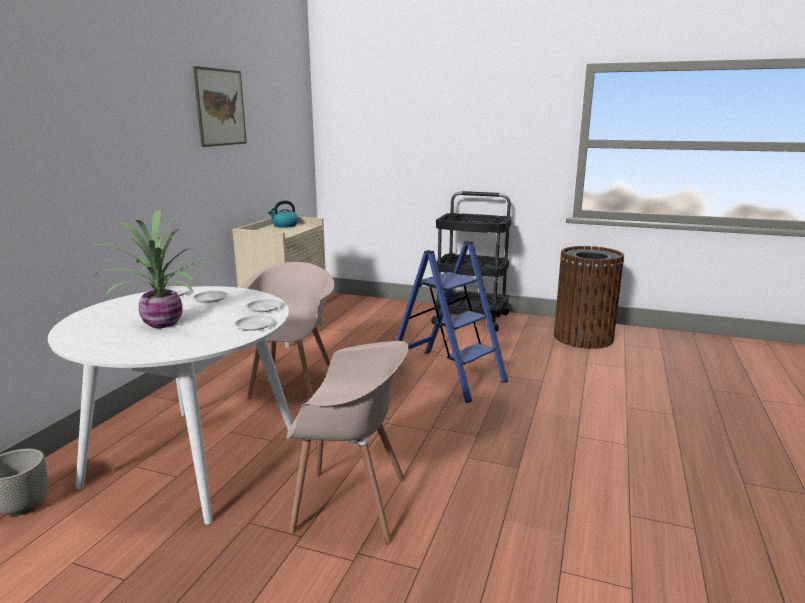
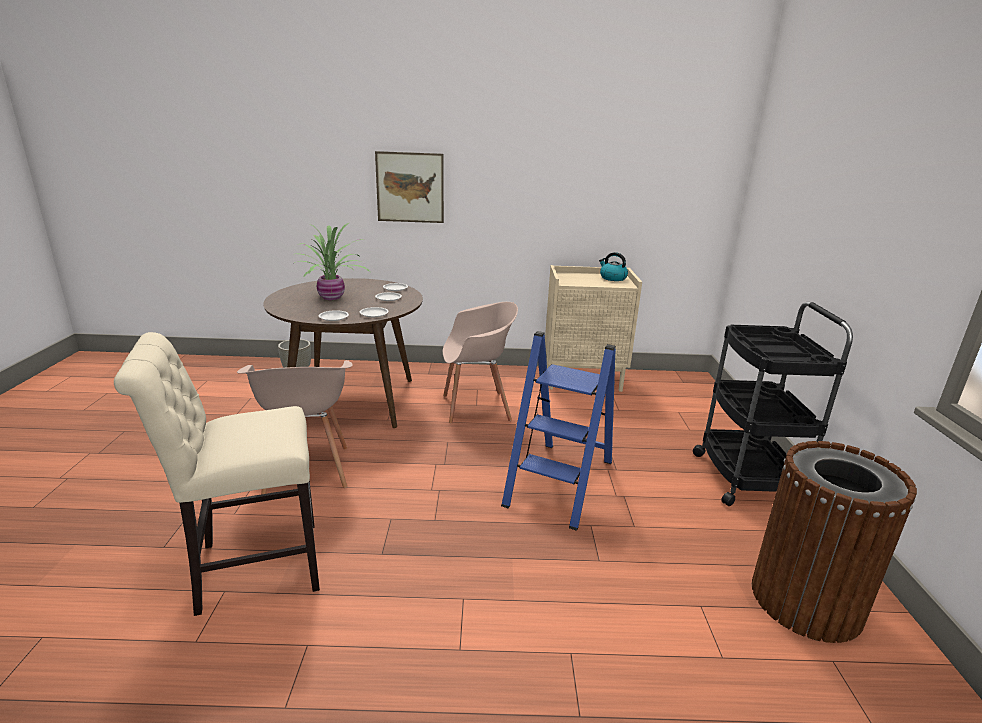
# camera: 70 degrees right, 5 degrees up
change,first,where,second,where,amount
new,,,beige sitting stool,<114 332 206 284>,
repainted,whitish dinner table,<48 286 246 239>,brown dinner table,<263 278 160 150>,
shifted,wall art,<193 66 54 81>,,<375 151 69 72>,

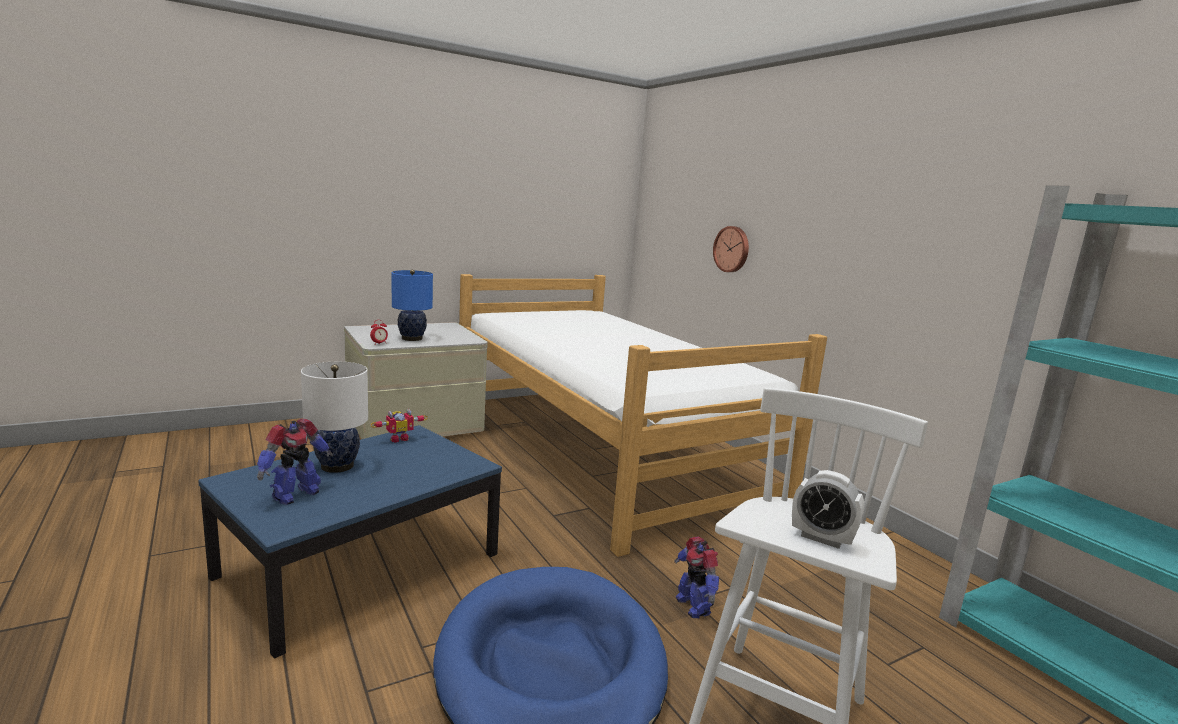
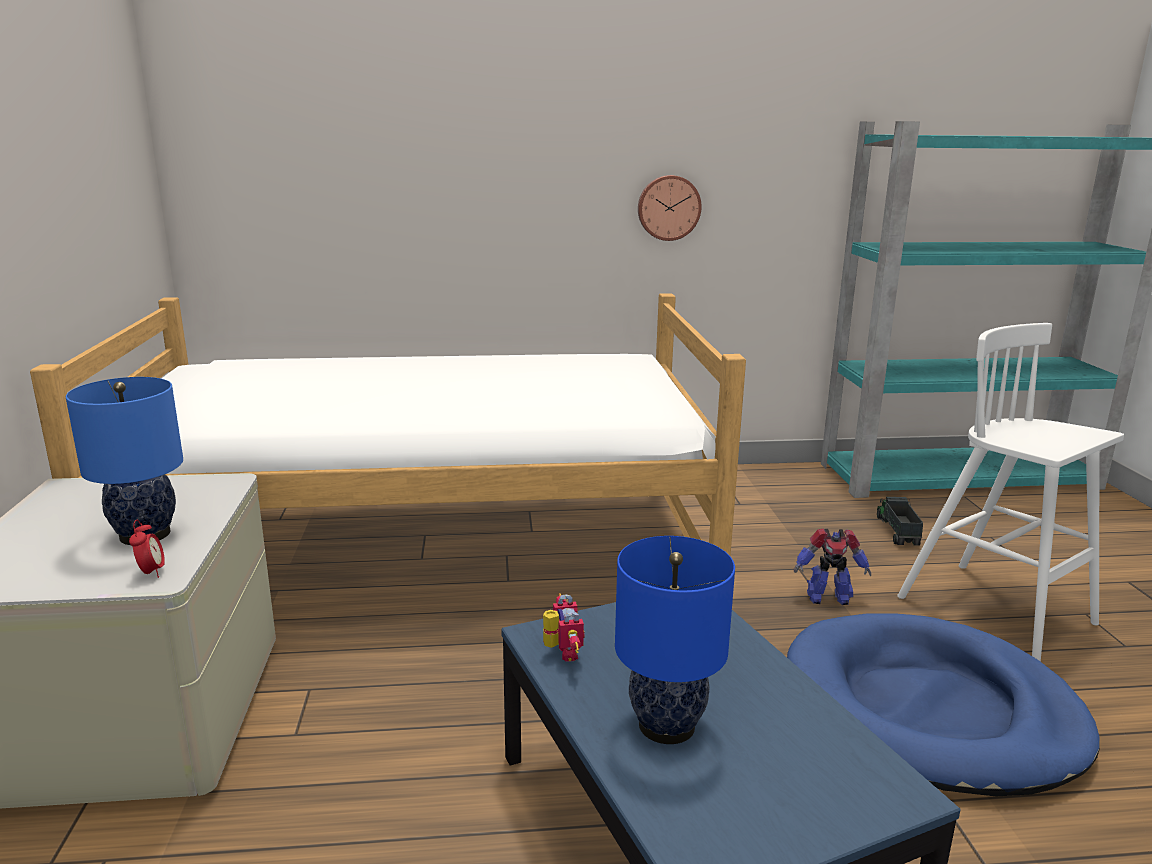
# camera: 65 degrees left, 5 degrees up
change,first,where,second,where,amount
repainted,whitish lamp for a table,<301 362 67 111>,blue lamp for a table,<615 536 120 208>,
shifted,clock on the wall,<713 226 36 46>,,<638 175 64 66>,
new,,,toy lorry,<877 497 46 49>,
gone,model robot,<257 419 76 86>,,,
gone,alarm clock,<792 470 72 79>,,,

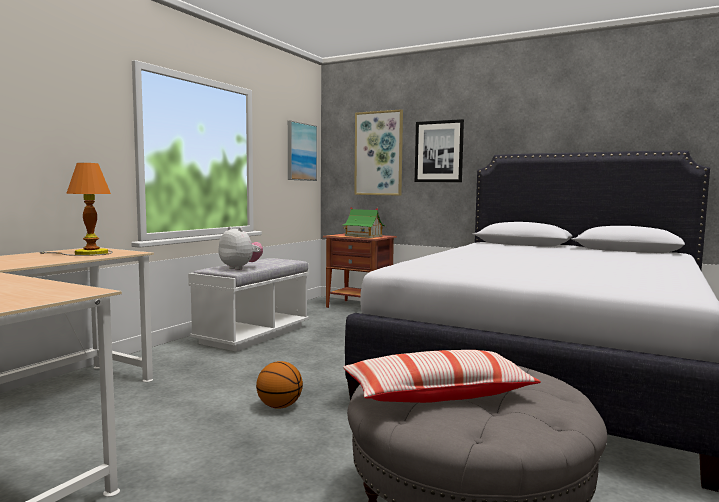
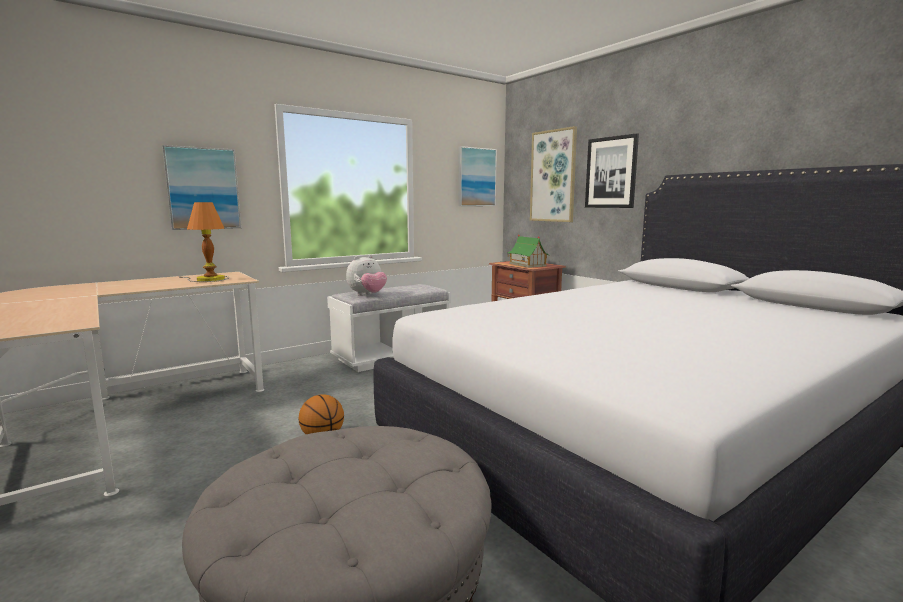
# camera: 25 degrees right, 5 degrees up
change,first,where,second,where,amount
new,,,wall art,<162 145 79 85>,
rotated,plush toy,<219 227 44 43>,,<346 255 41 41>,75 degrees clockwise
gone,throw pillow,<343 350 198 53>,,,

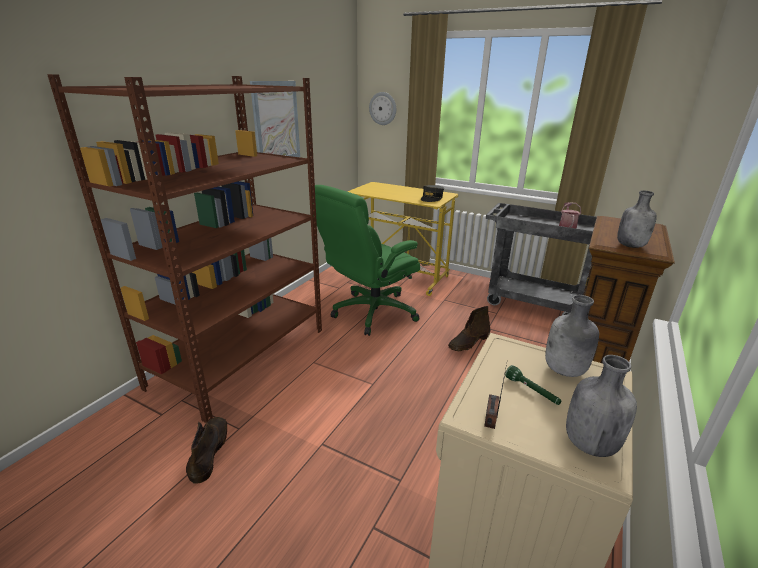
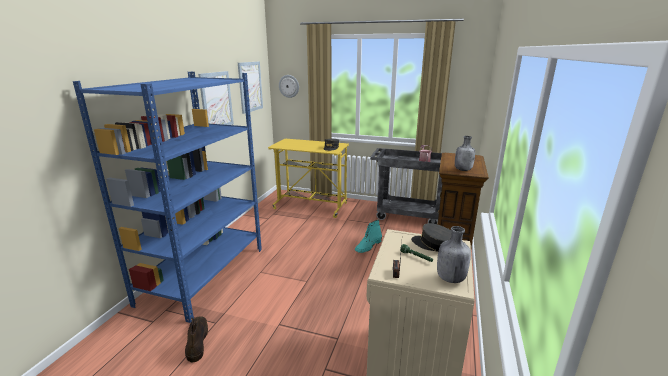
# camera: 10 degrees left, 5 degrees down
change,first,where,second,where,amount
repainted,brown bookcase,<47 74 275 349>,blue bookcase,<73 72 189 251>,
new,,,wall art,<238 62 25 52>,
repainted,brown tall boot,<448 306 42 45>,blue-green tall boot,<355 220 27 33>,
swapped,gray bottle,<545 295 54 82>,gray cap,<411 223 41 29>,
gone,greenish computer chair,<312 185 108 151>,,,

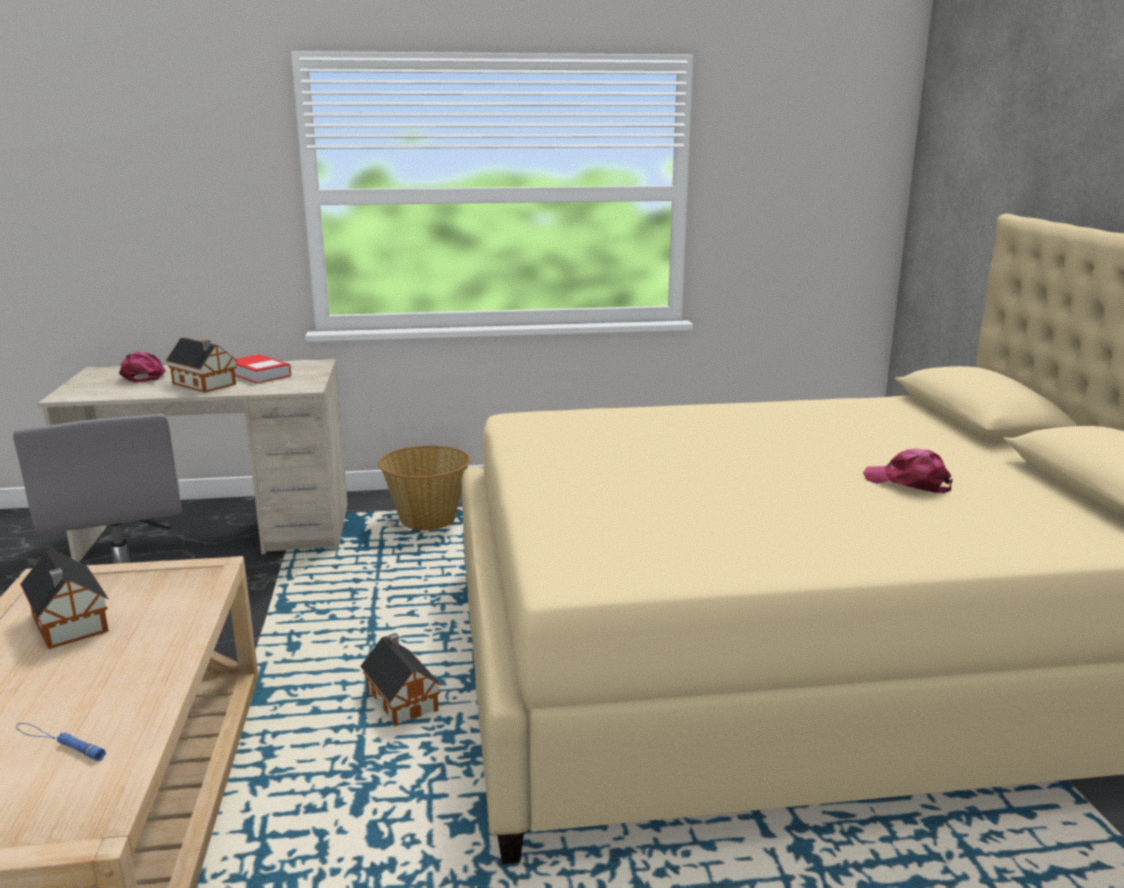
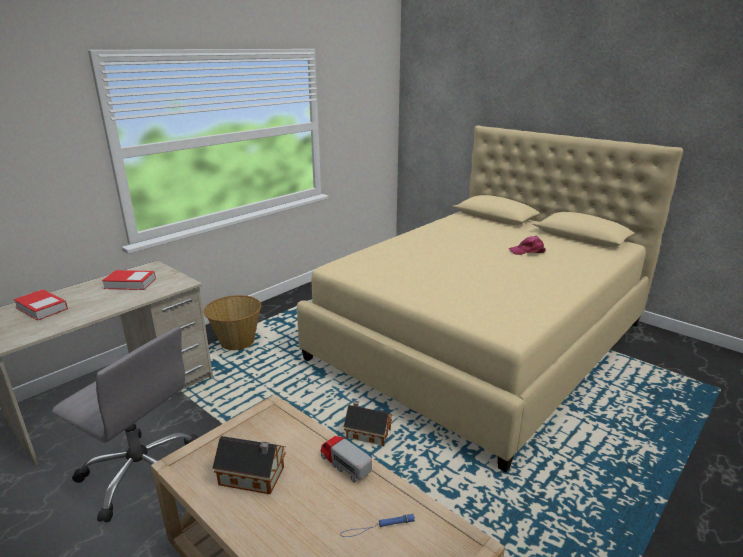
# camera: 40 degrees left, 5 degrees up
change,first,where,second,where,amount
swapped,pinkish cap,<119 351 47 32>,volume,<13 289 55 32>,
new,,,toy lorry,<321 436 51 47>,
gone,model house,<166 338 71 55>,,,

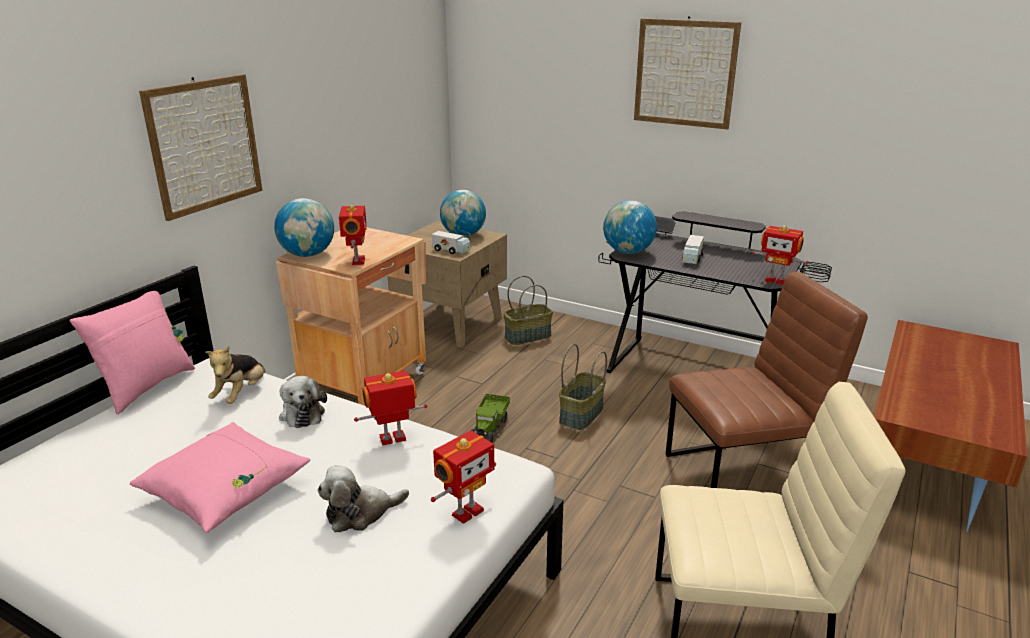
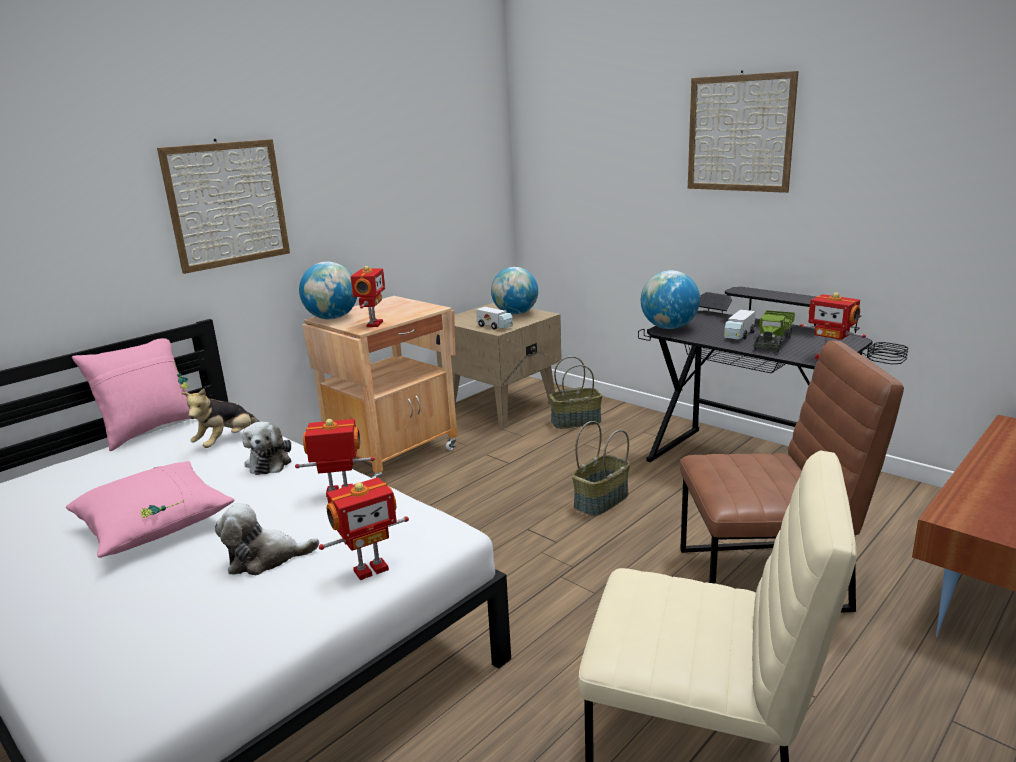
# camera: 15 degrees right, 5 degrees down
change,first,where,second,where,amount
shifted,toy lorry,<471 394 39 49>,,<753 310 42 42>,

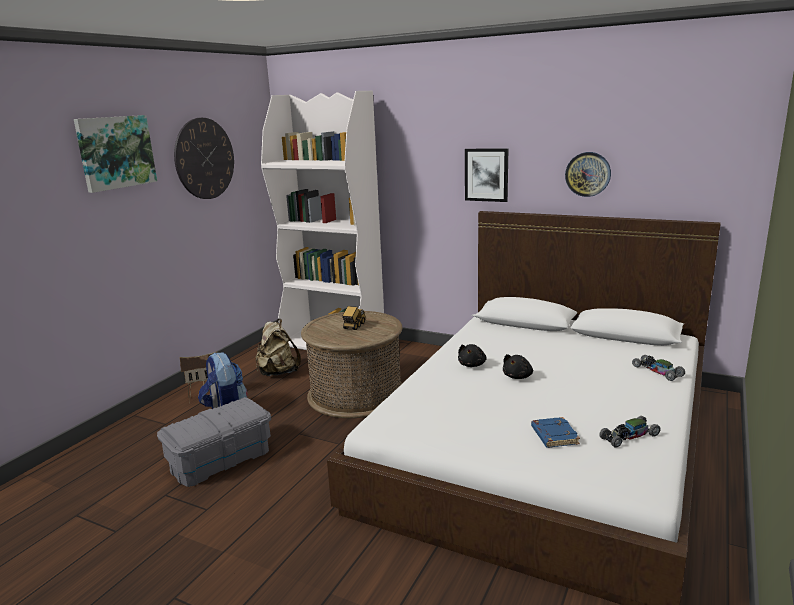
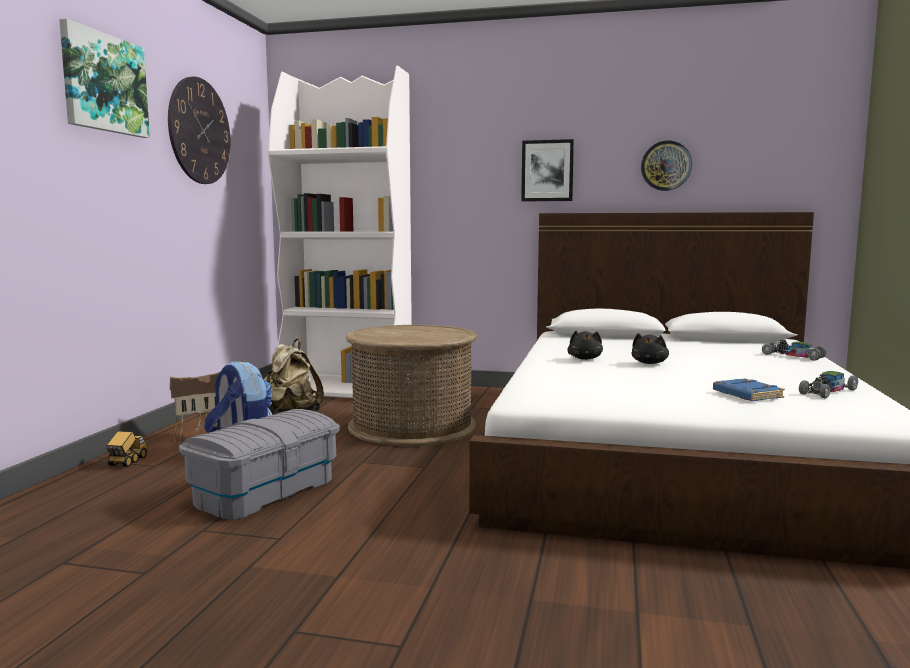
# camera: 15 degrees left, 10 degrees down
change,first,where,second,where,amount
shifted,toy lorry,<343 306 22 24>,,<106 431 42 36>,

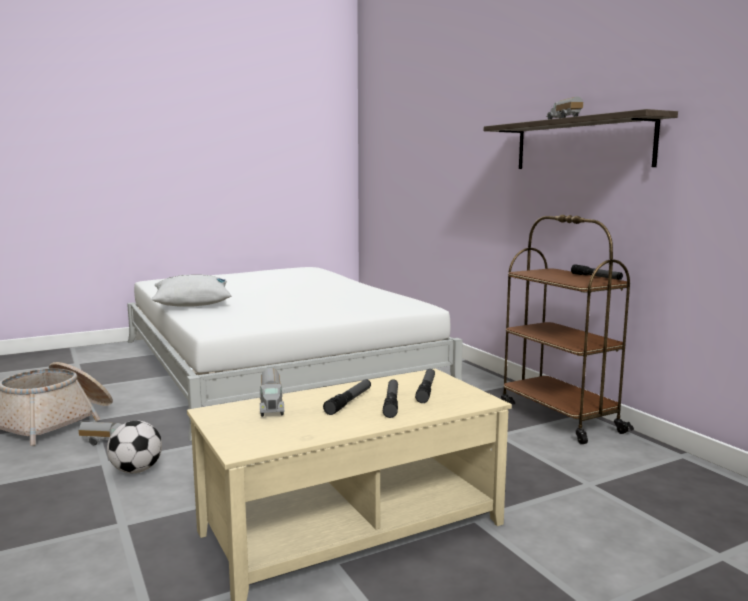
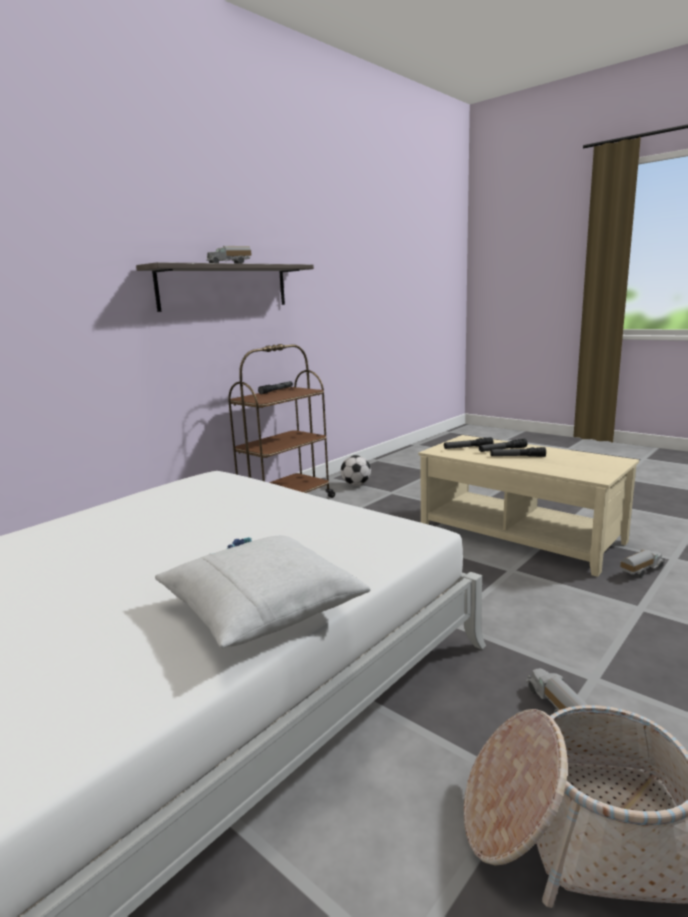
# camera: 110 degrees left, 5 degrees up
change,first,where,second,where,amount
shifted,ball for football,<107 421 55 52>,,<341 455 30 31>,
shifted,toy lorry,<260 368 25 49>,,<620 550 46 27>,

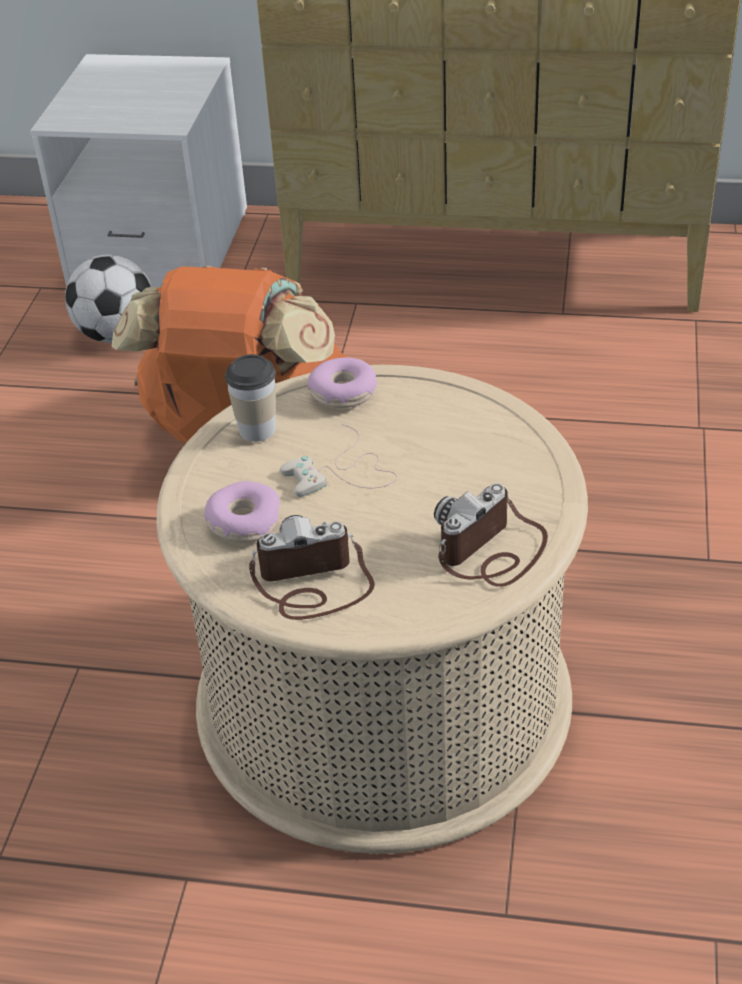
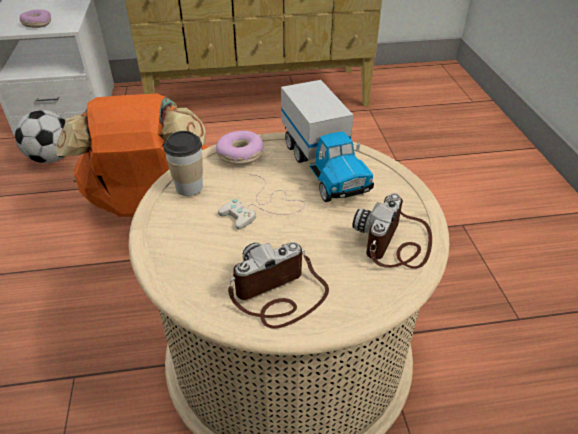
# camera: 20 degrees left, 0 degrees up
change,first,where,second,where,amount
shifted,ring doughnut,<204 481 76 62>,,<20 9 31 19>,
new,,,toy lorry,<281 80 93 122>,

